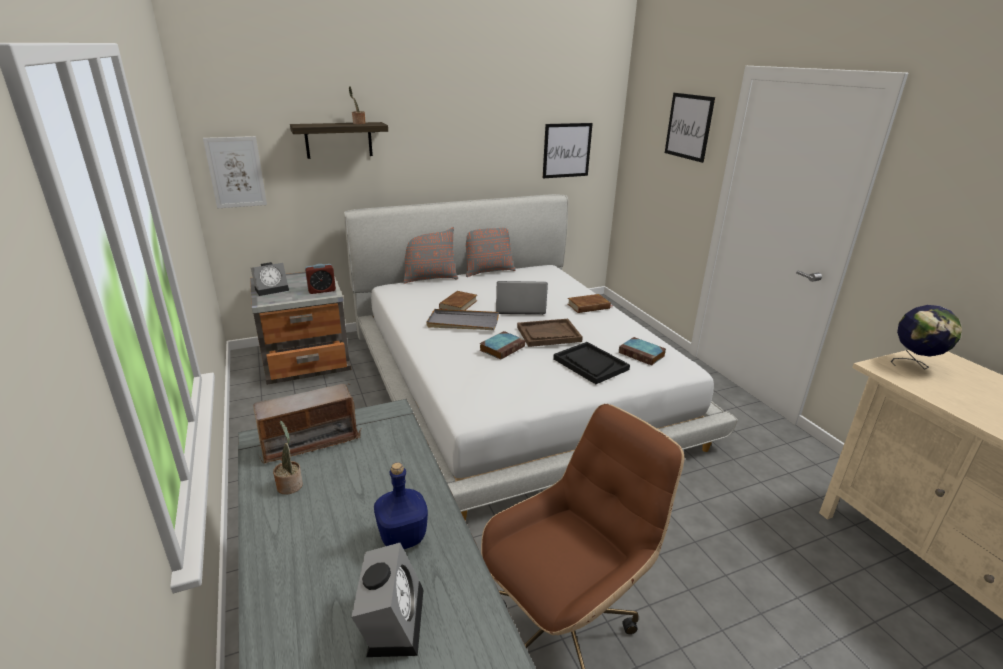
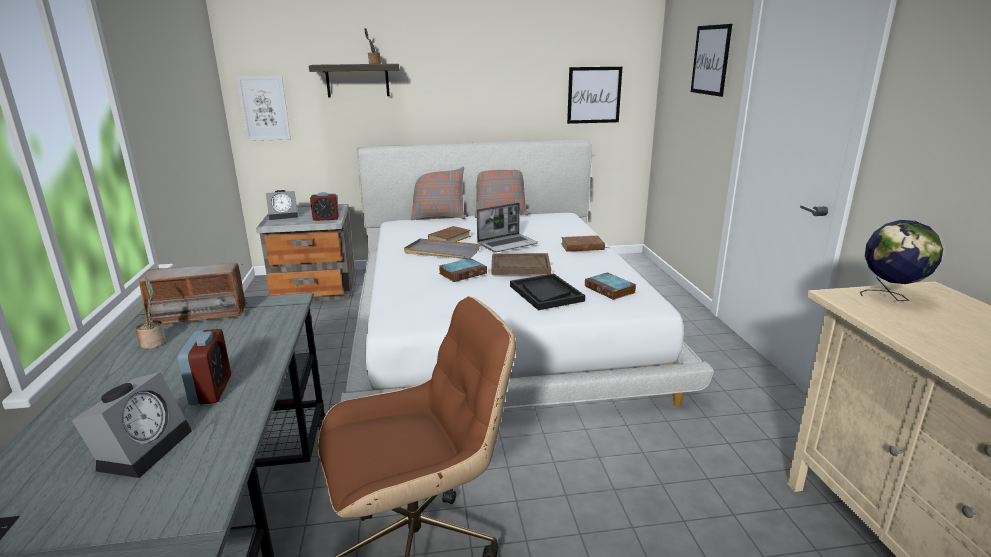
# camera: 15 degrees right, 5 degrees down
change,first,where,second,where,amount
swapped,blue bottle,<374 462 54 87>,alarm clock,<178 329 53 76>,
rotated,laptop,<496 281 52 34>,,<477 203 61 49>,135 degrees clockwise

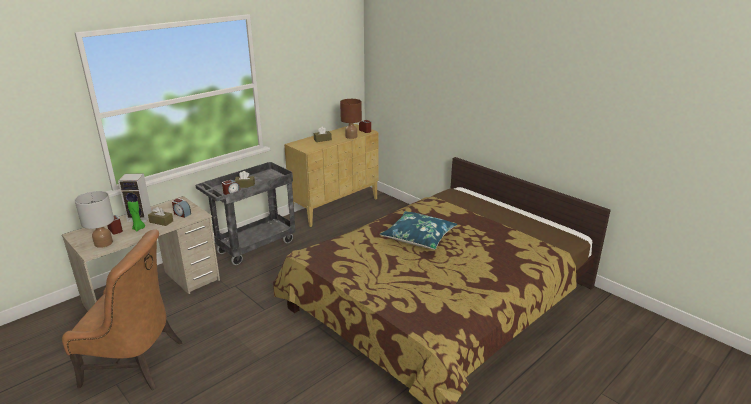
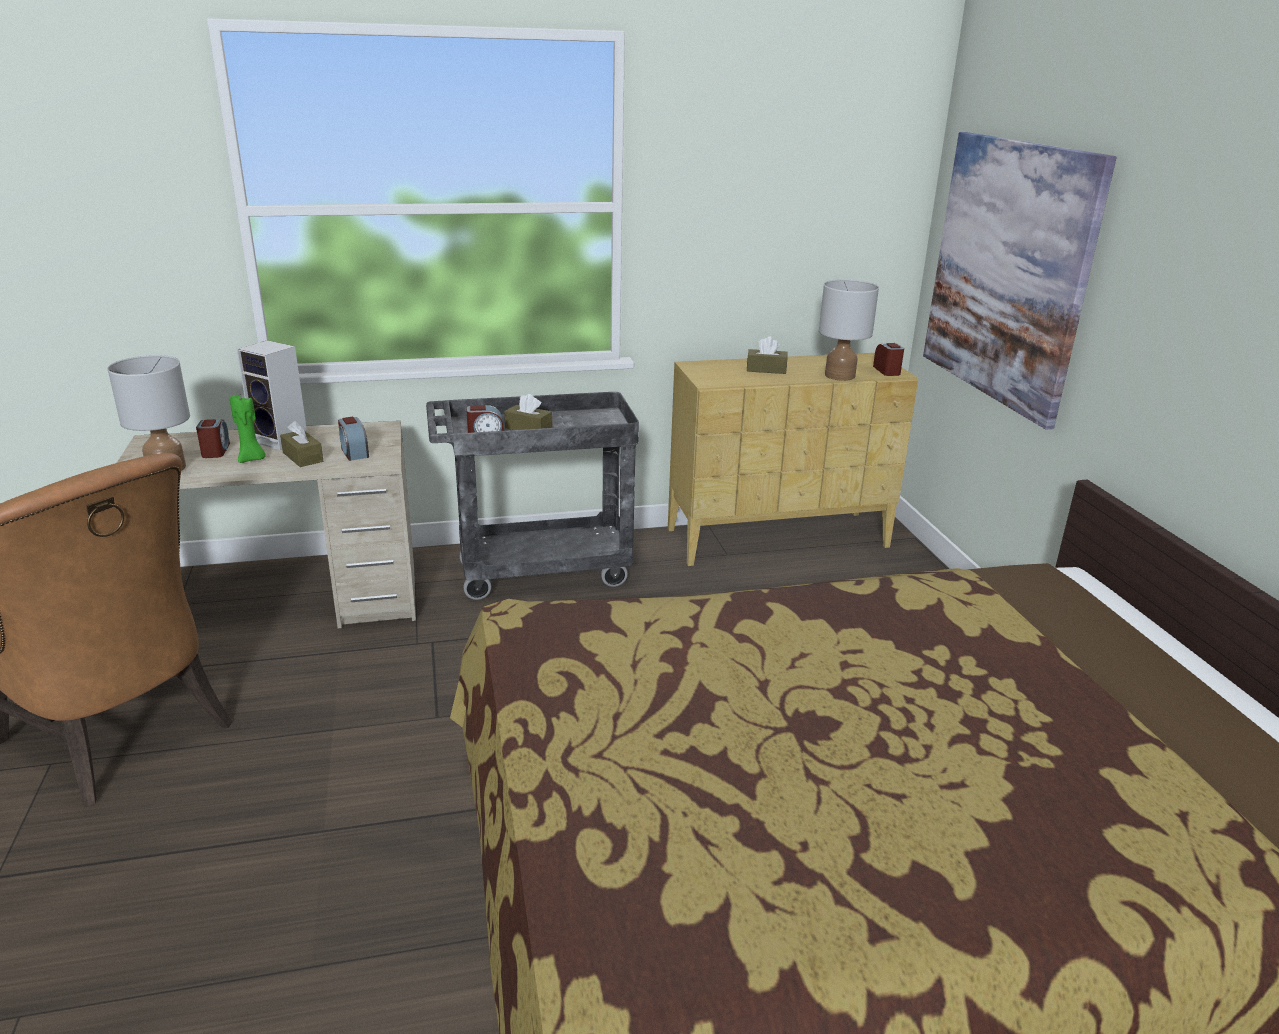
# camera: 30 degrees right, 0 degrees up
change,first,where,second,where,amount
repainted,brown lamp for a table,<340 99 22 40>,gray lamp for a table,<819 279 60 102>,
new,,,wall art,<923 132 194 297>,
gone,blue throw pillow,<380 211 77 39>,,,

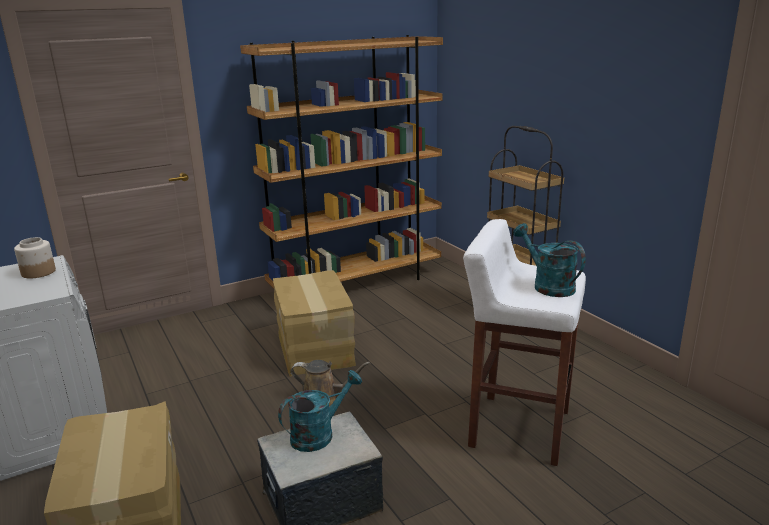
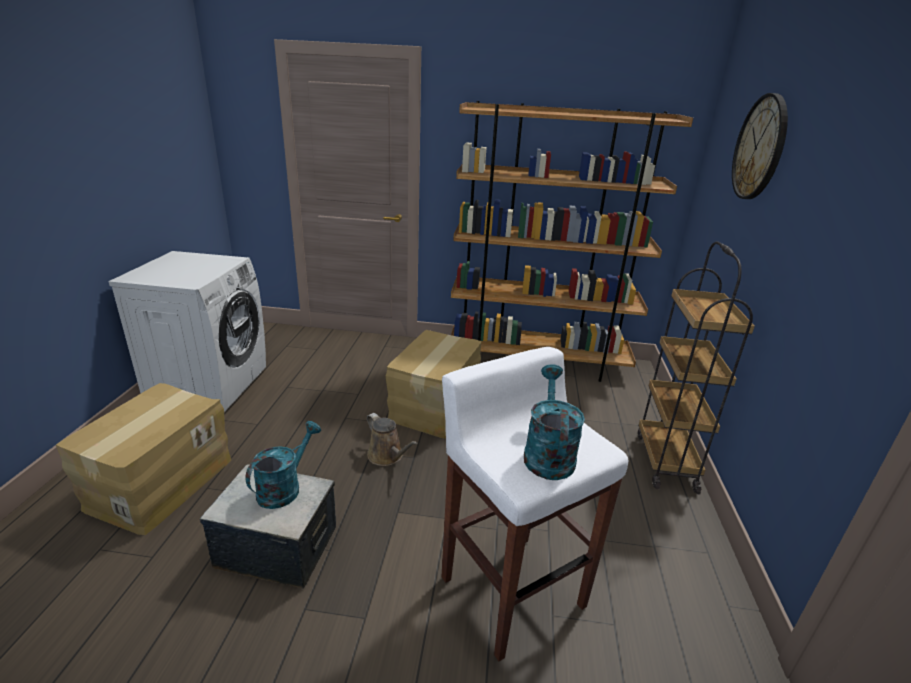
# camera: 35 degrees right, 5 degrees up
change,first,where,second,where,amount
rotated,blue-green watering can,<278 370 84 82>,,<245 421 76 88>,60 degrees counterclockwise
new,,,clock on the wall,<732 93 56 106>,
gone,storage jar,<14 237 42 41>,,,

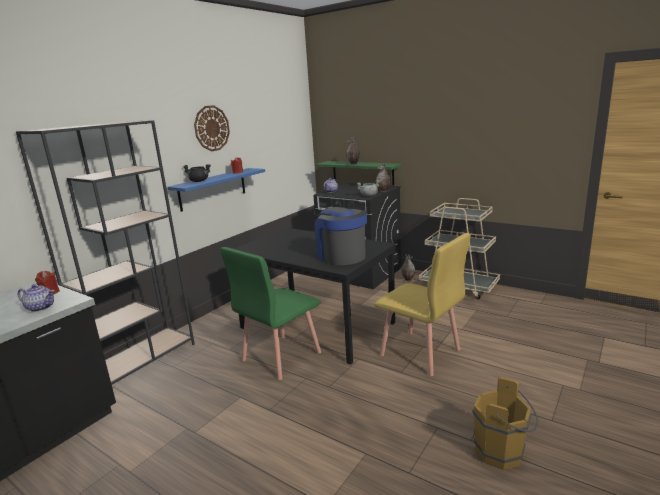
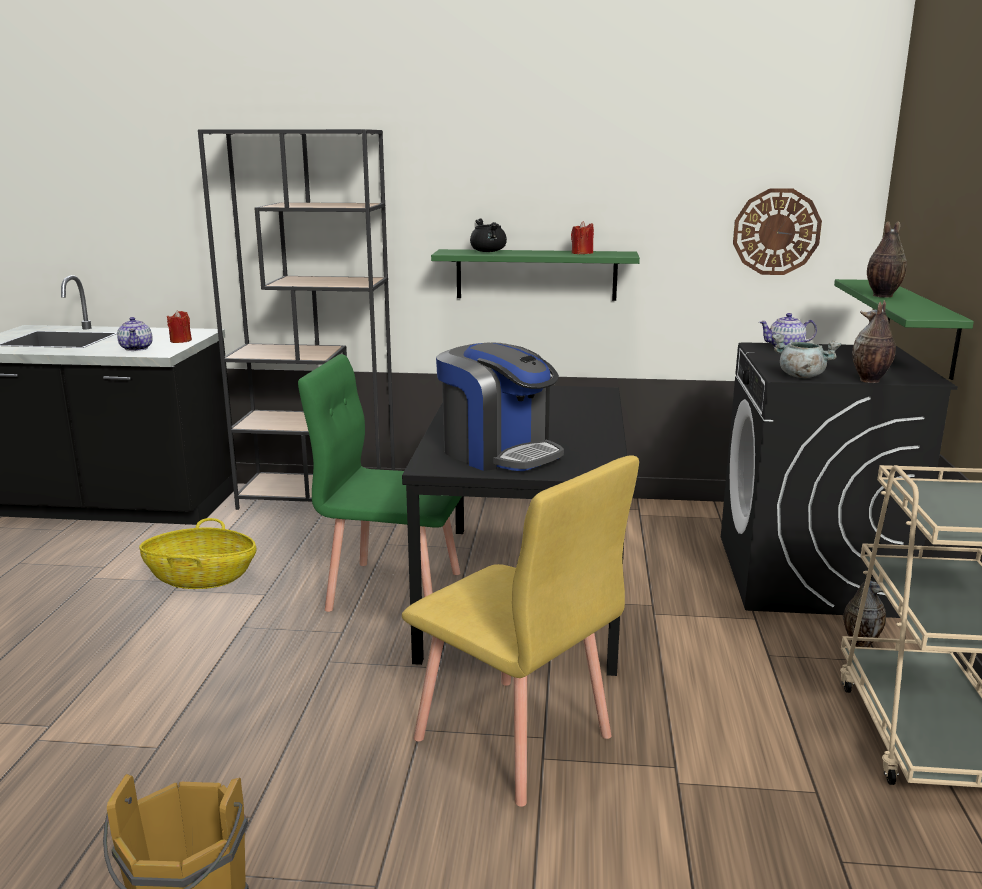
# camera: 60 degrees right, 0 degrees up
change,first,where,second,where,amount
new,,,household basket,<139 518 117 71>,
rotated,yellow chair,<374 233 97 143>,,<402 455 237 352>,60 degrees counterclockwise
repainted,blue wall shelf,<167 168 98 44>,greenish wall shelf,<431 249 209 52>,
rotated,coffee machine,<315 206 52 59>,,<436 343 128 128>,105 degrees clockwise
shifted,clock on the wall,<194 105 36 46>,,<733 188 89 87>,

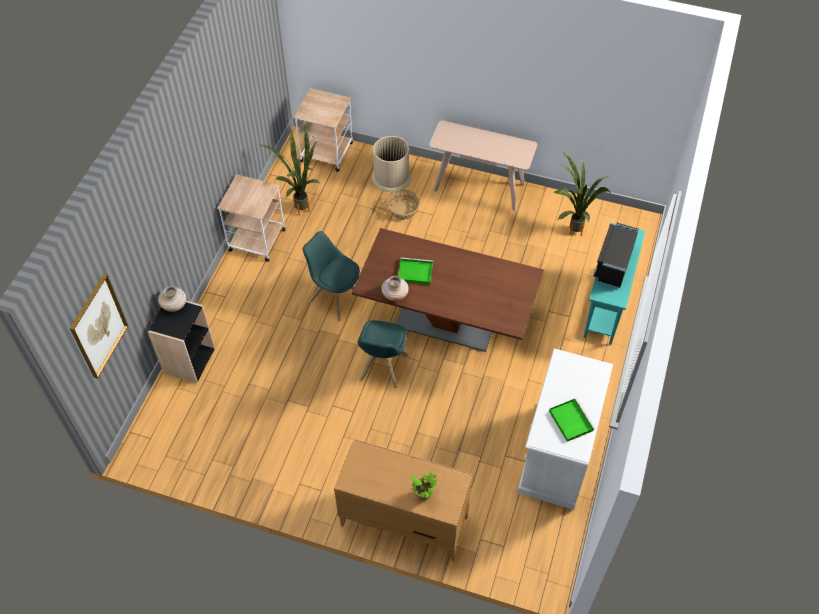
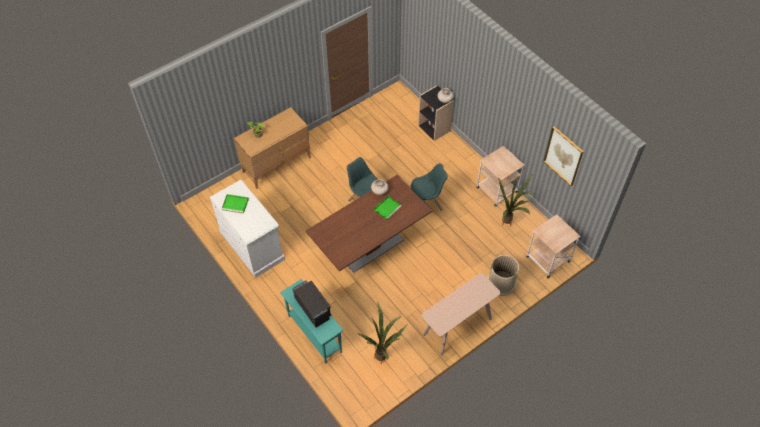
# camera: 125 degrees right, 0 degrees up
change,first,where,second,where,amount
shifted,wall art,<70 274 58 105>,,<543 126 41 60>,
gone,household basket,<386 189 34 31>,,,

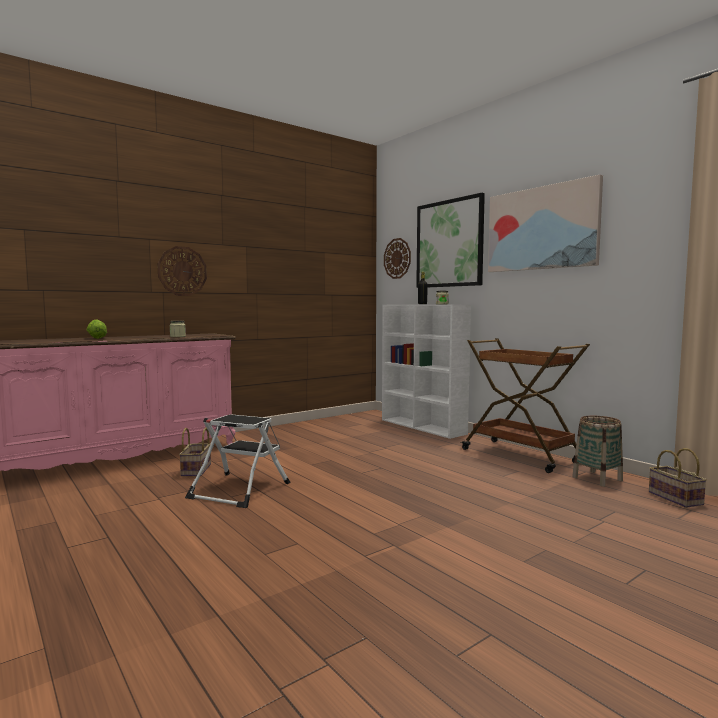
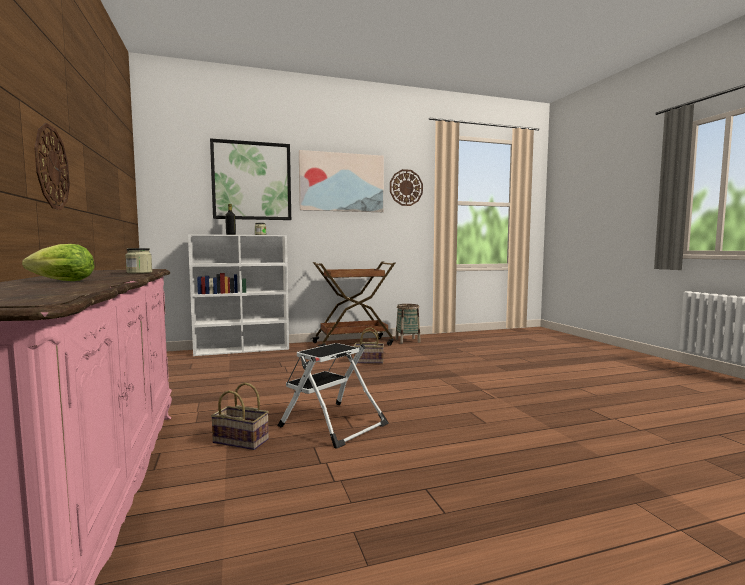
# camera: 70 degrees left, 0 degrees up
change,first,where,second,where,amount
shifted,household basket,<649 448 58 60>,,<354 328 30 36>,
shifted,clock on the wall,<384 238 27 41>,,<390 169 33 37>,

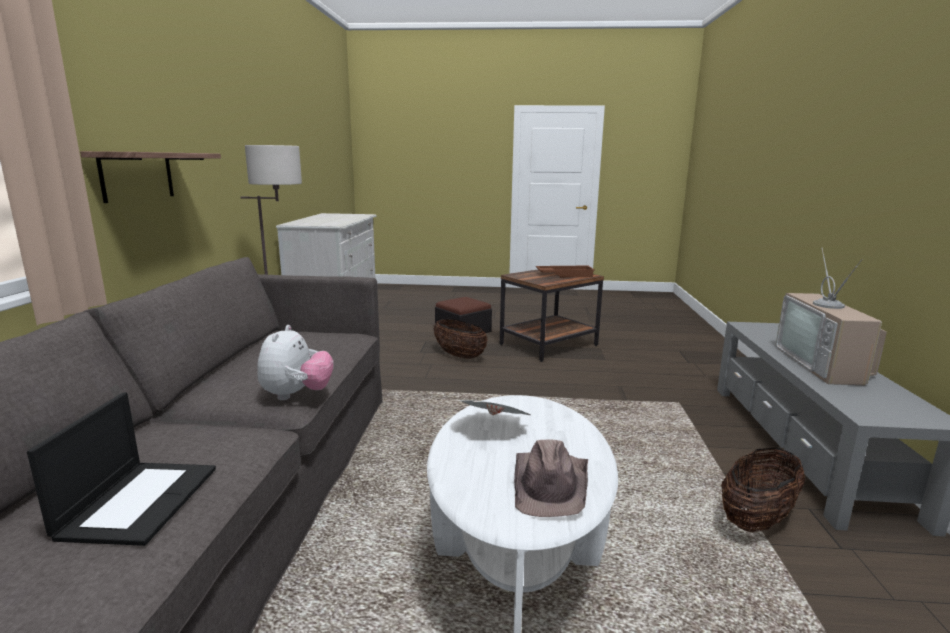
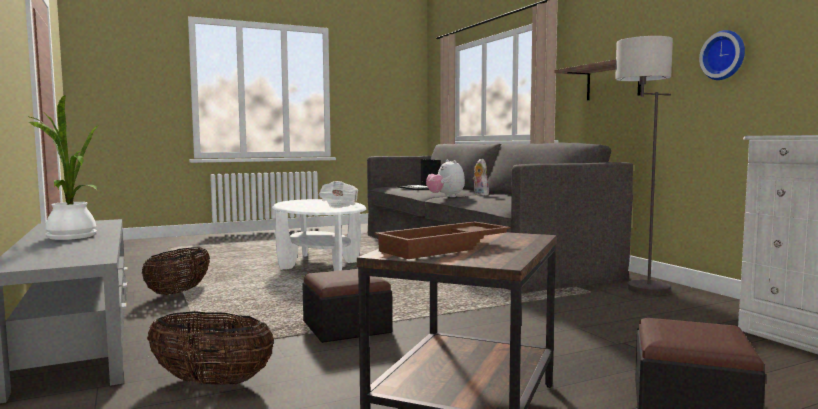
# camera: 150 degrees right, 10 degrees down
change,first,where,second,where,amount
swapped,TV set,<776 248 111 137>,houseplant,<28 95 71 145>,
shifted,household basket,<433 319 55 40>,,<147 311 127 74>,
new,,,pouffe,<302 269 91 74>,
new,,,plush toy,<473 159 16 37>,
new,,,clock on the wall,<699 30 46 50>,
gone,brown wearable hat,<514 439 74 78>,,,

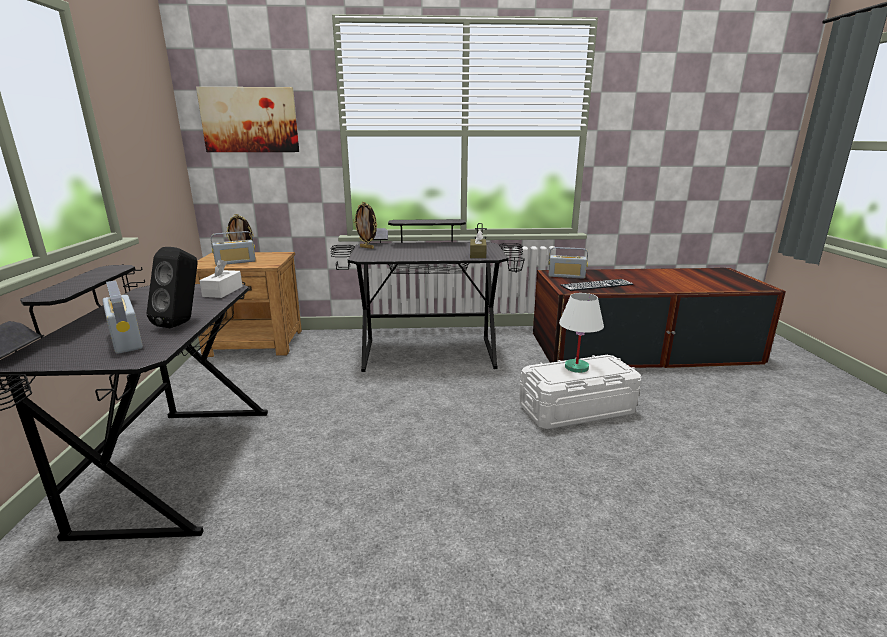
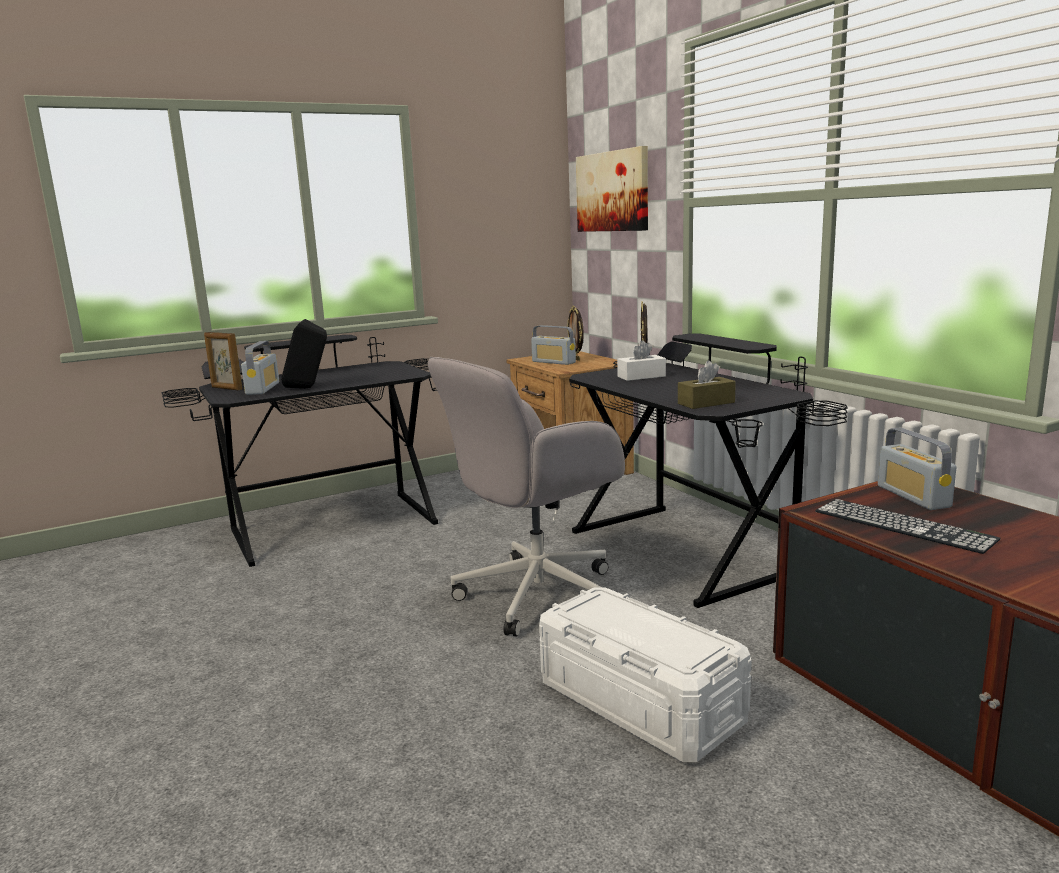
# camera: 65 degrees right, 5 degrees down
change,first,where,second,where,amount
new,,,photo frame,<204 332 38 58>,
rotated,radio,<102 281 41 73>,,<241 341 38 54>,150 degrees clockwise
new,,,gray computer chair,<428 357 197 280>,
shifted,whitish box of tissues,<199 259 44 39>,,<617 340 49 41>,
gone,whitish lamp for a table,<559 293 45 80>,,,

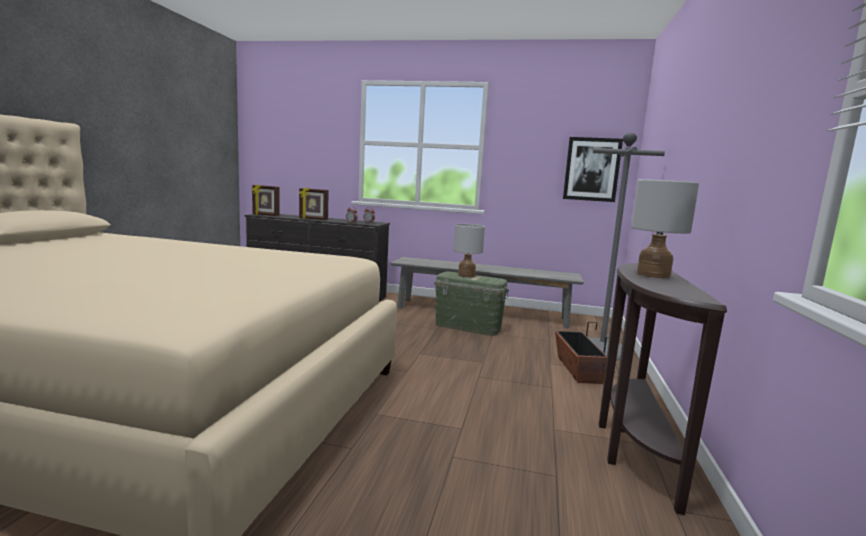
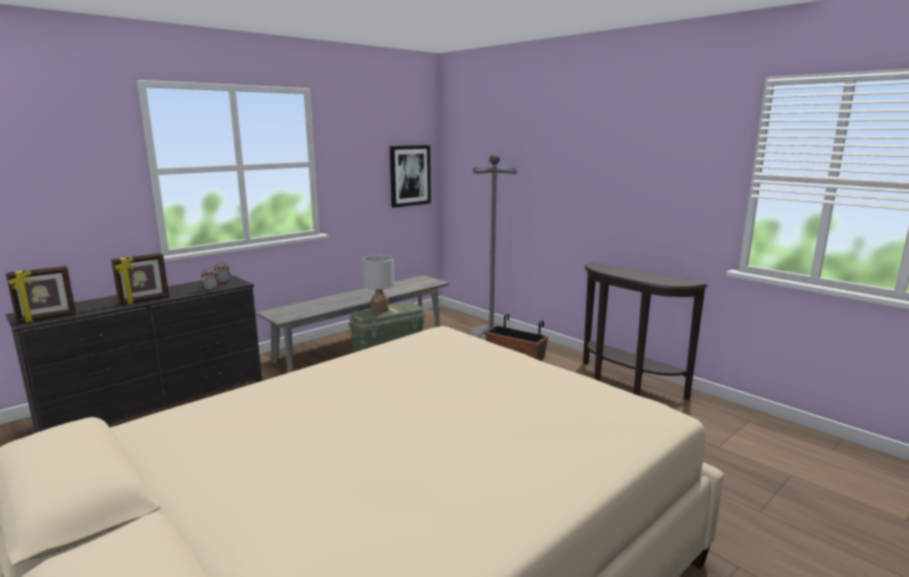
# camera: 55 degrees left, 5 degrees up
change,first,where,second,where,amount
gone,gray lamp for a table,<631 179 68 99>,,,

